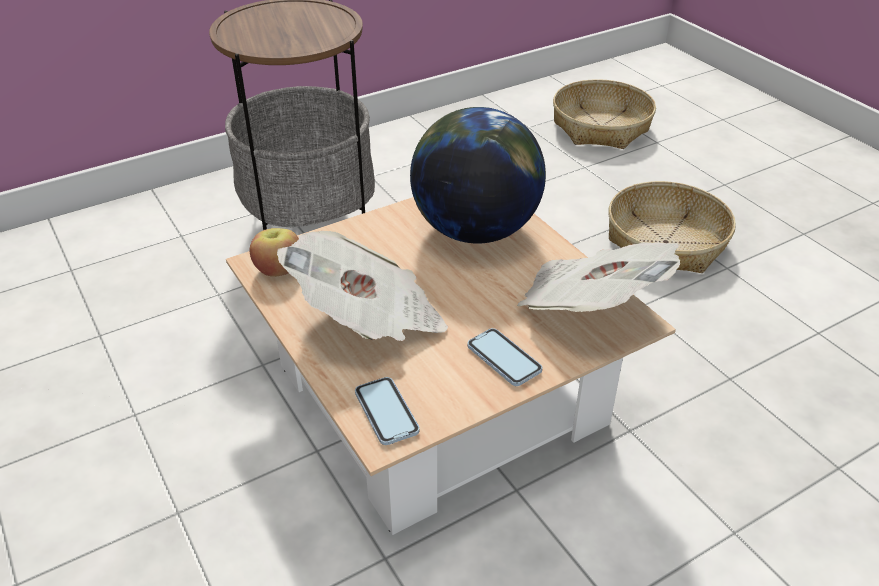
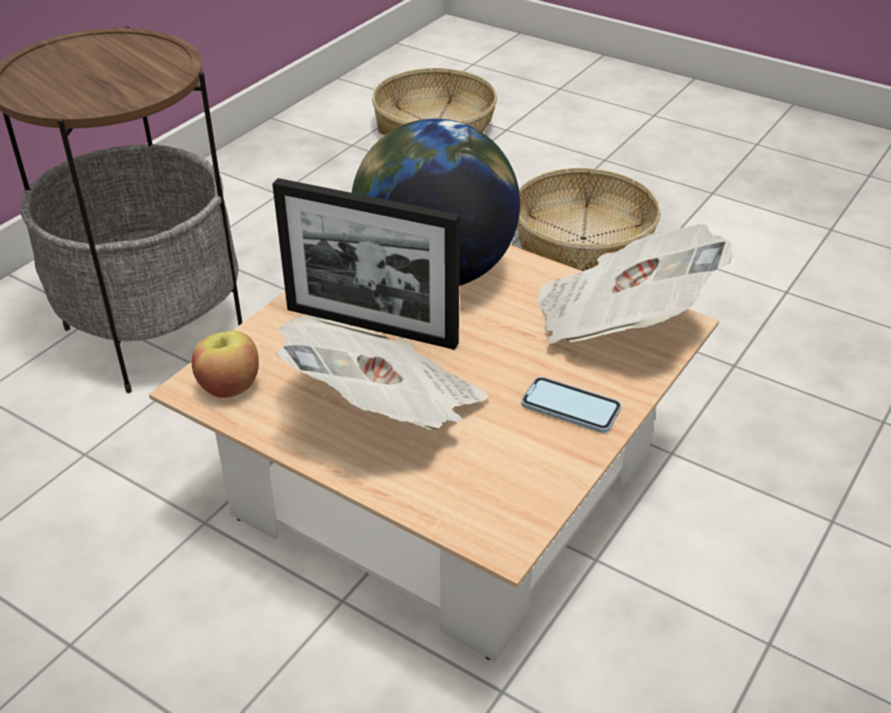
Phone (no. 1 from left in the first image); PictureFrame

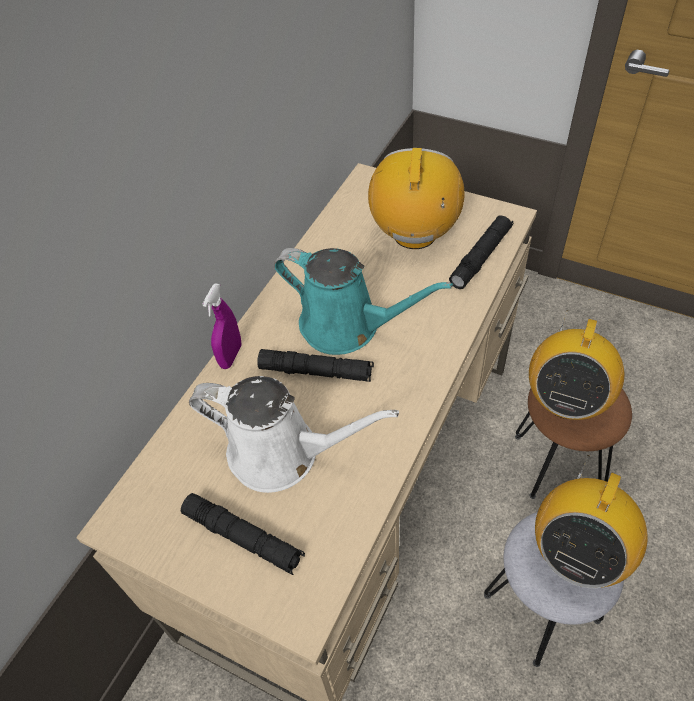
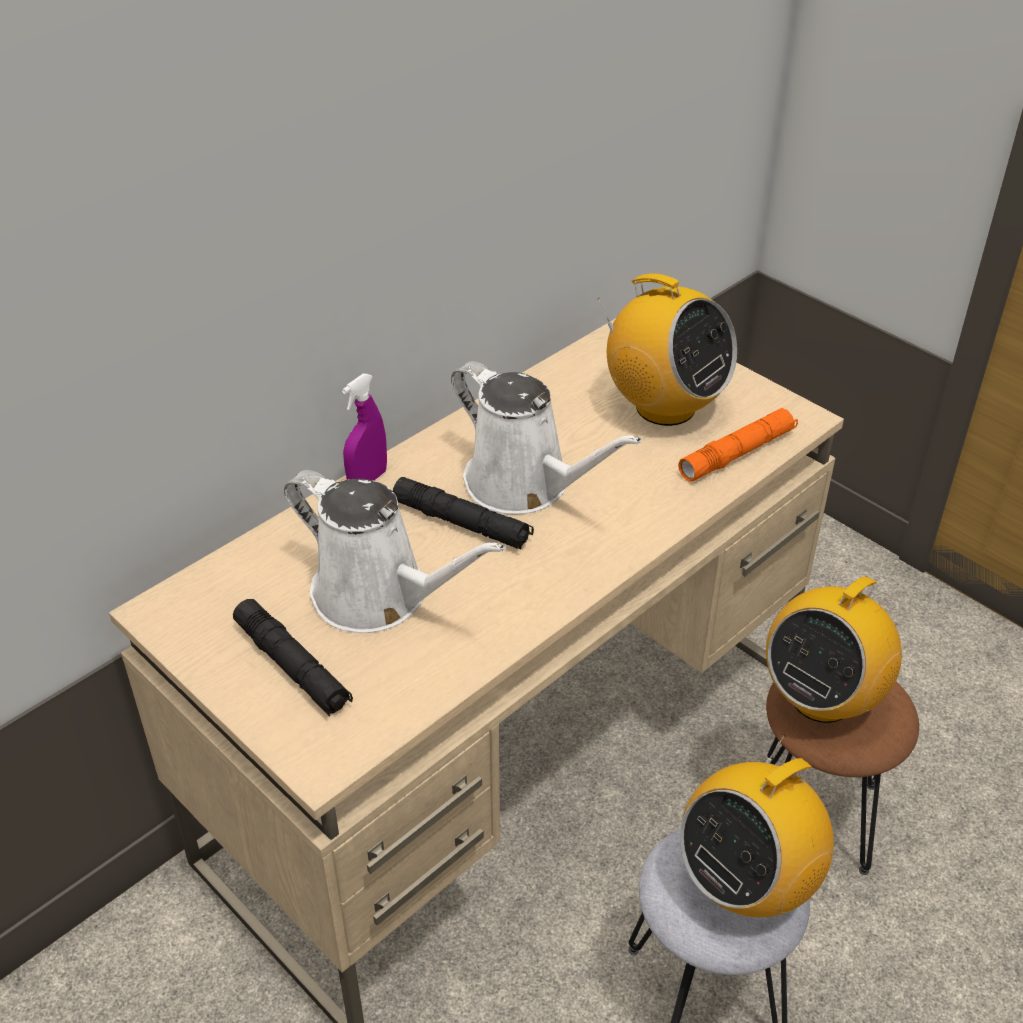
WhiteWateringCan (no. 2 from left); OrangeFlashlight; Radio (no. 1 from left)

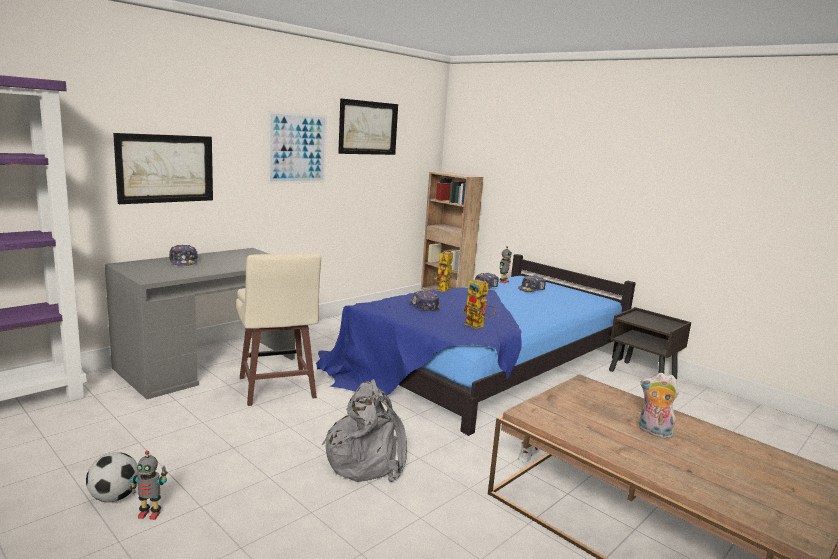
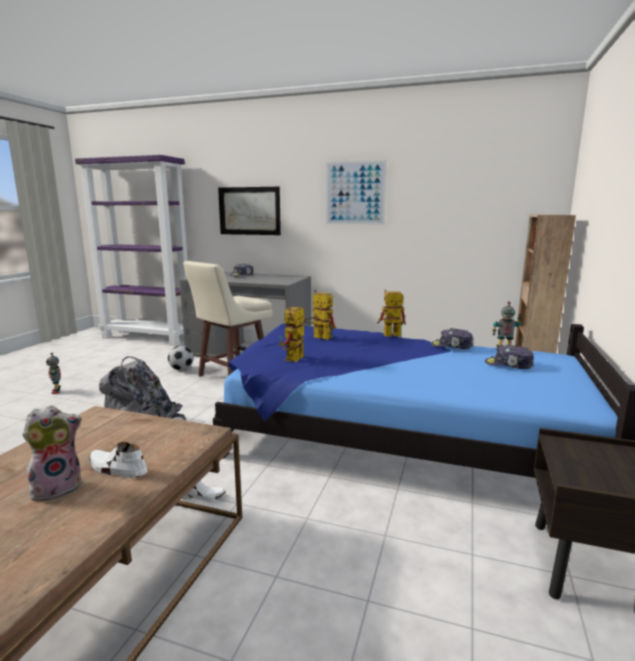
Picture (no. 3 from left in the first image); WhiteShoe (no. 1 from left); Football; ToyRobot (no. 3 from left); PlushToy

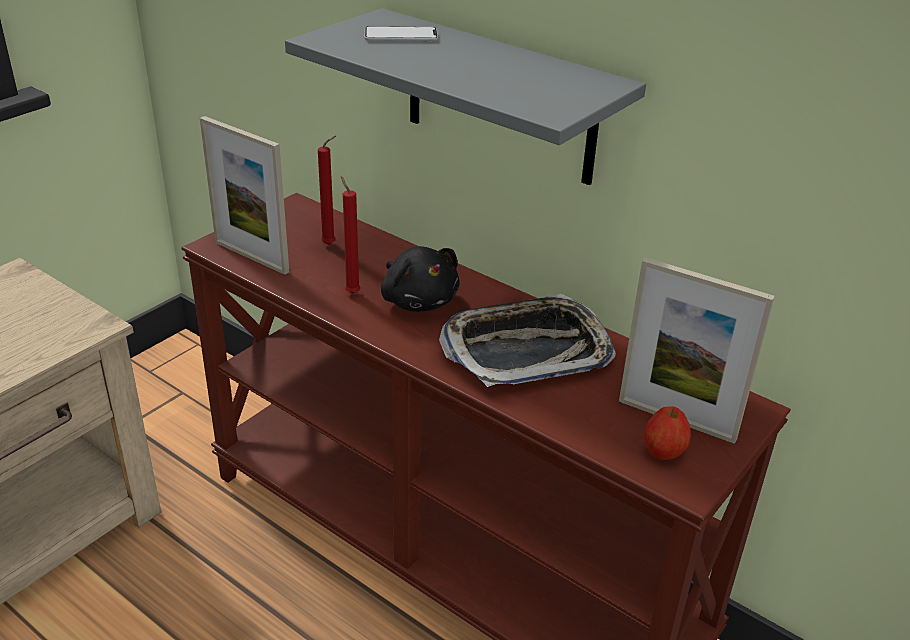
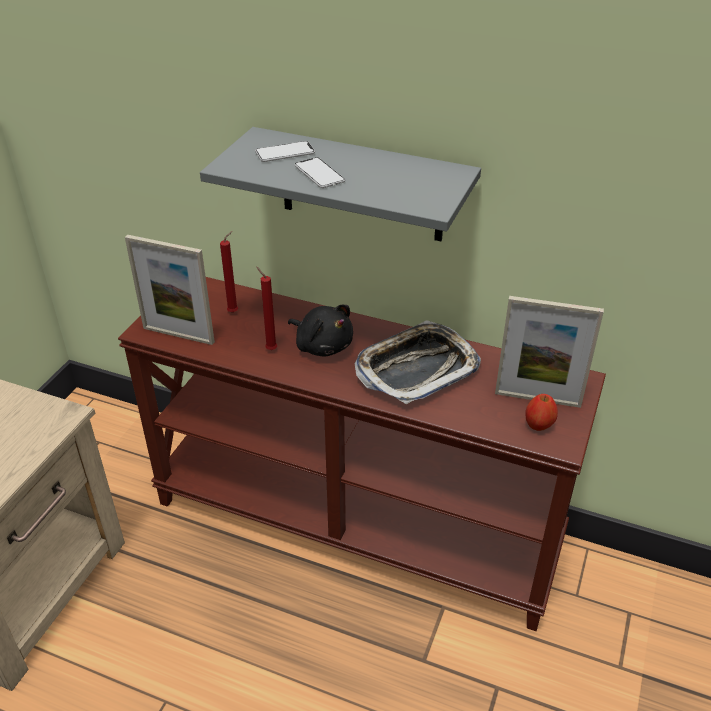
Phone (no. 2 from left)

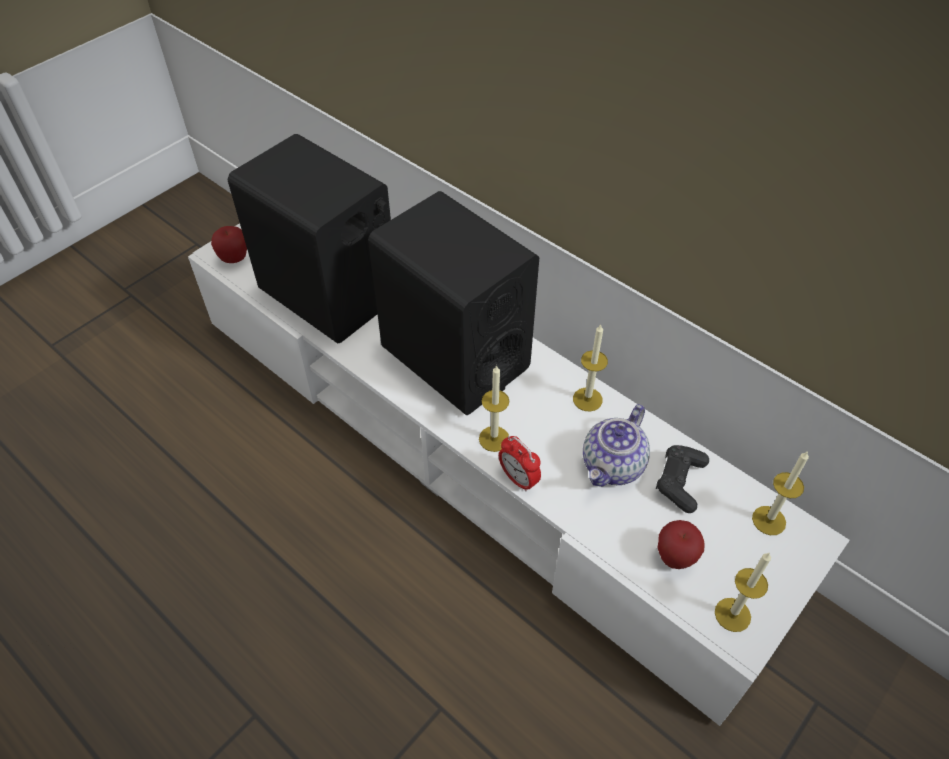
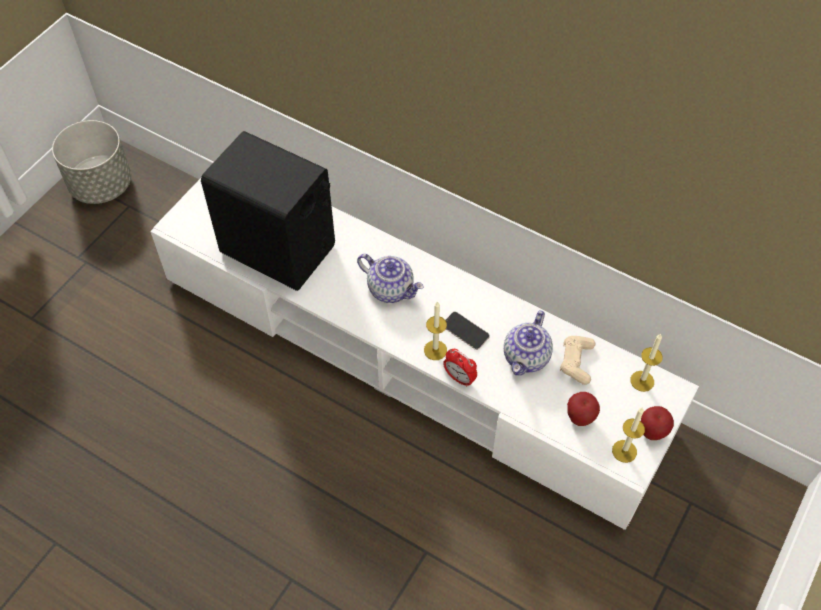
Candle (no. 2 from left in the first image); GreyPlanter; Phone; Apple (no. 2 from left); Teapot (no. 1 from left); BeigeGameController

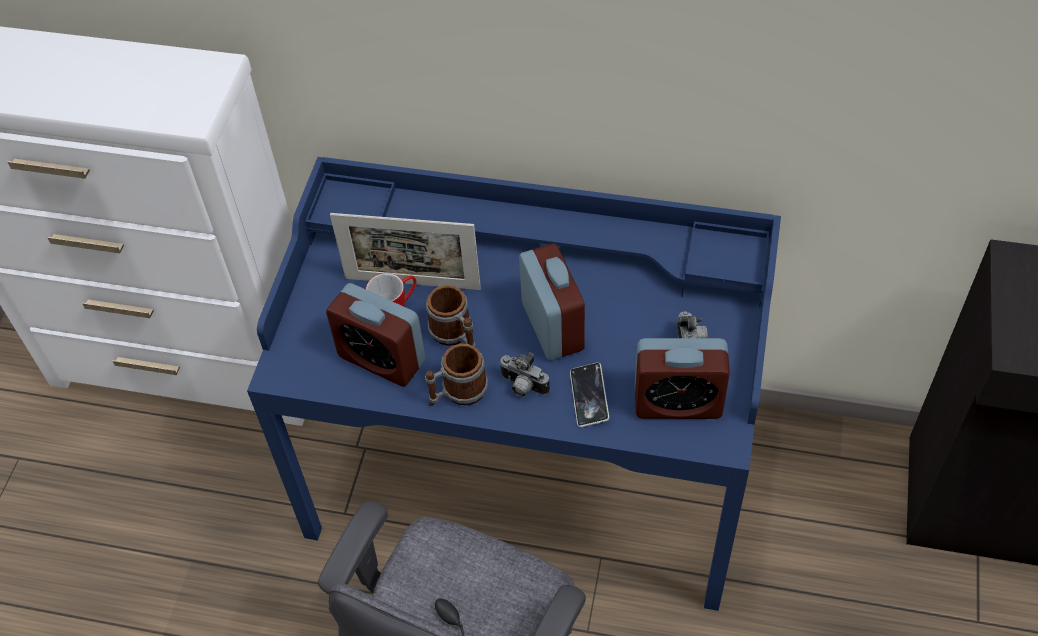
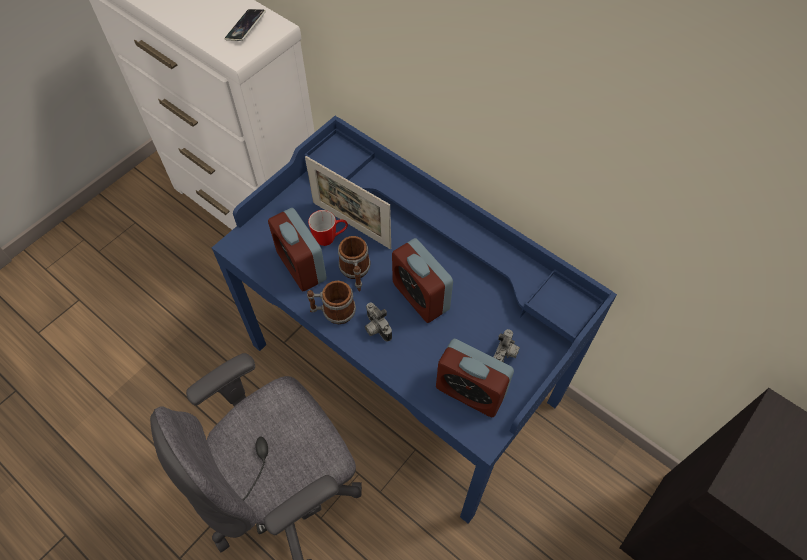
Phone; AlarmClock (no. 2 from left)

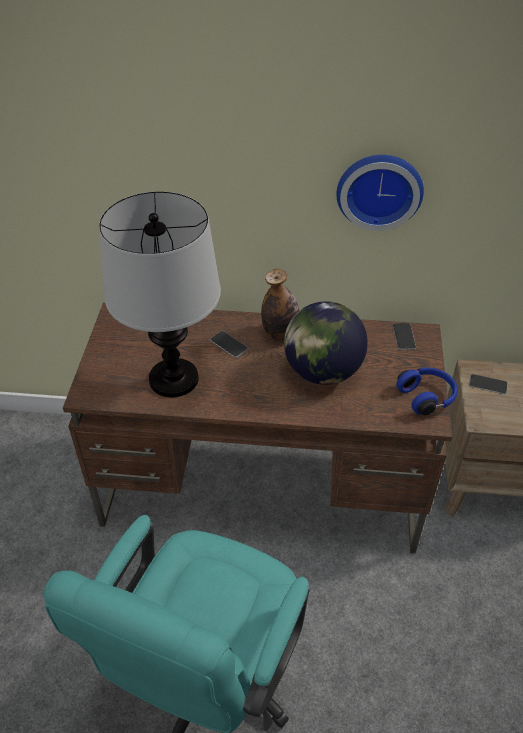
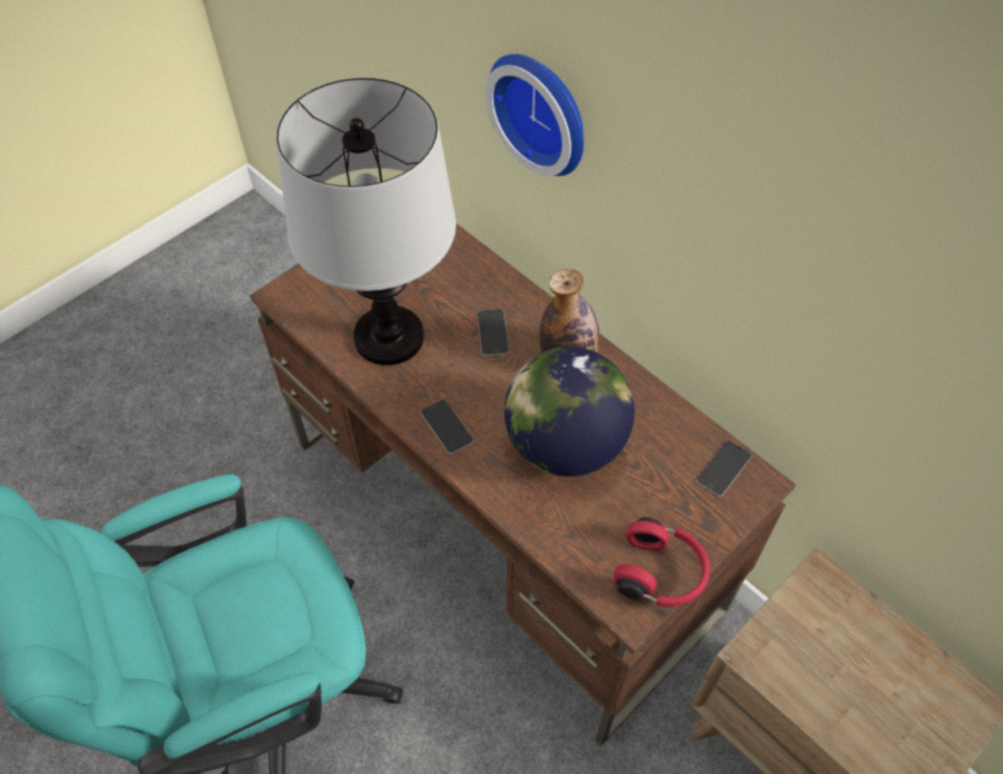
WallClock; Phone (no. 1 from left); RedHeadphones

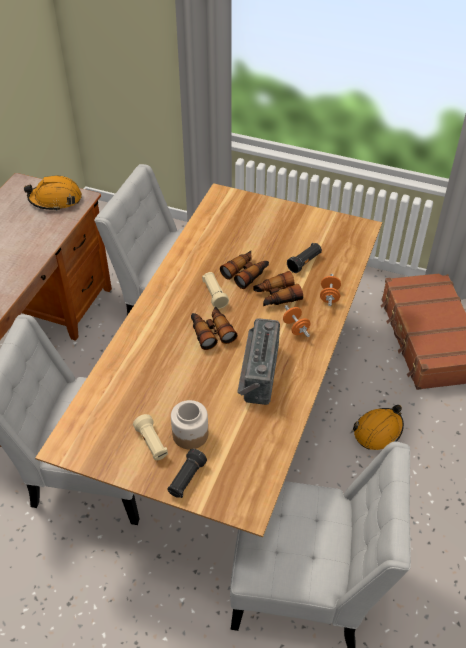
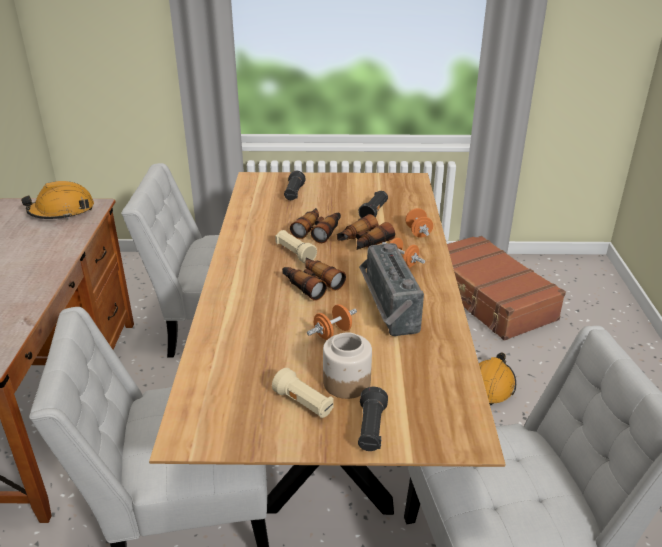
BlackFlashlight (no. 1 from left); OrangeDumbbell (no. 1 from left)

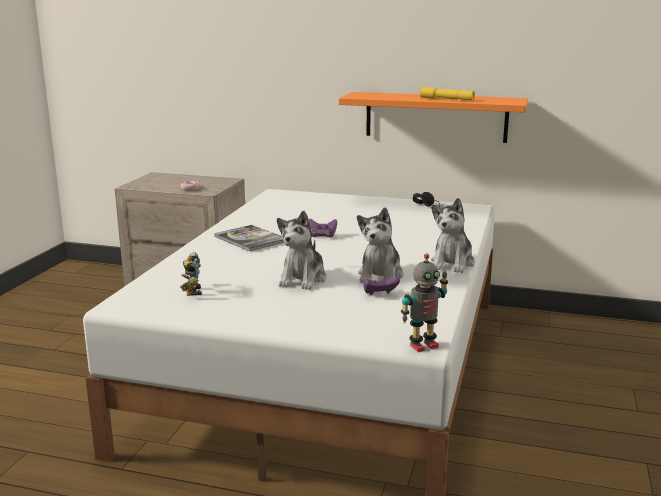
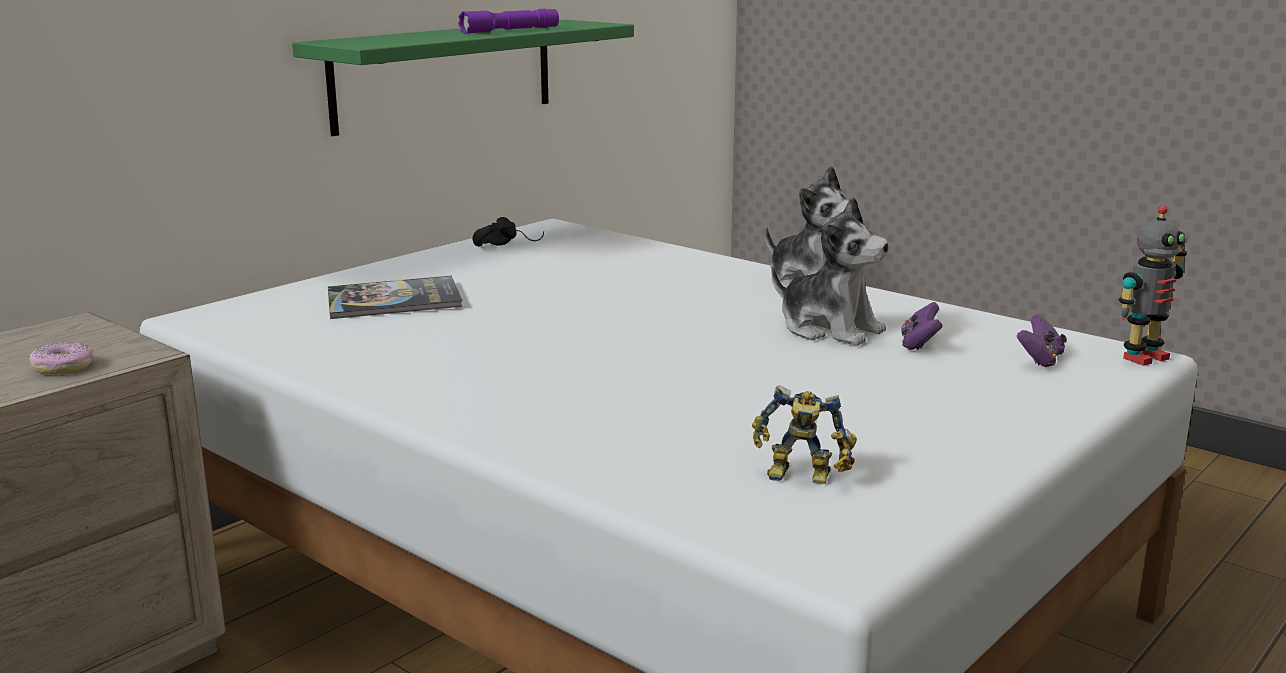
PlushToy (no. 1 from left in the first image); Book; PurpleGameController (no. 2 from left); GreenShelf; PurpleFlashlight; ToyRobot (no. 2 from left)

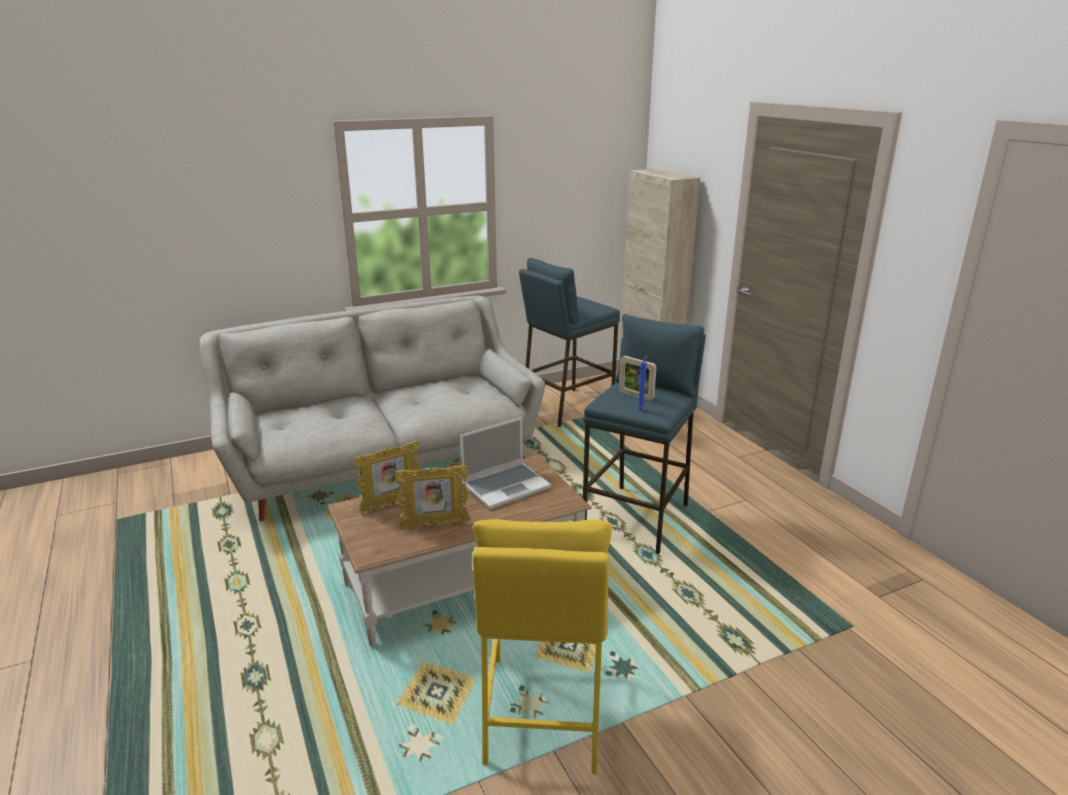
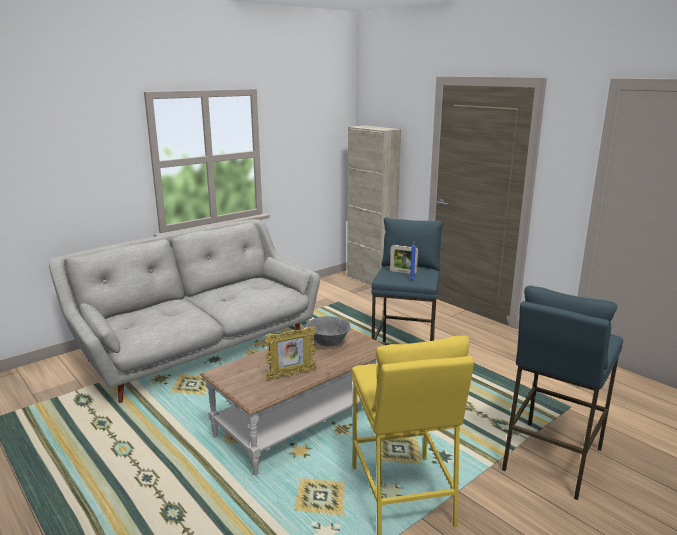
PictureFrame (no. 1 from left in the first image); BlueStool (no. 2 from left); GreyBowl

